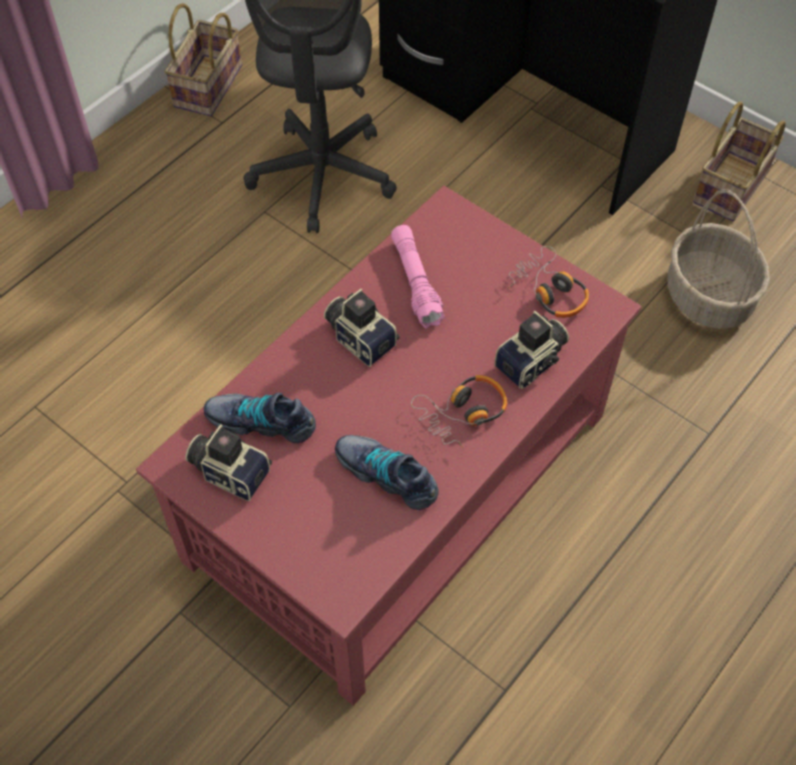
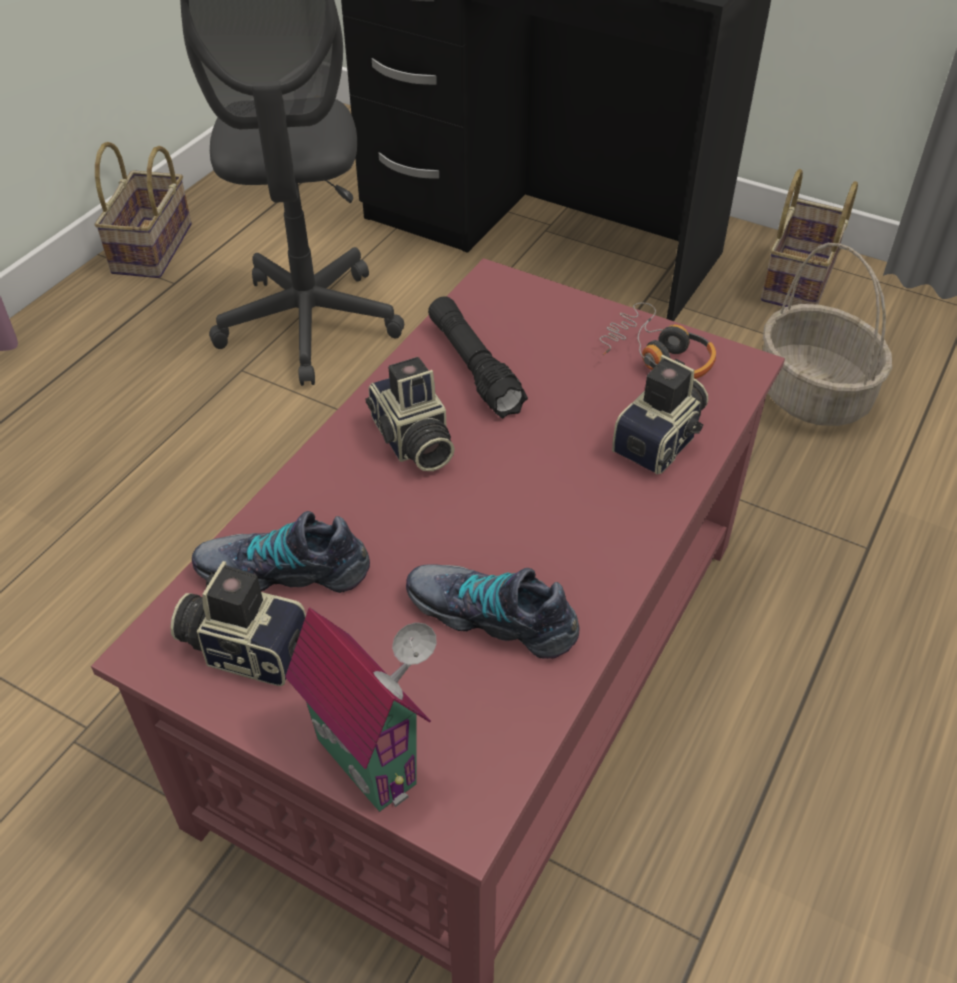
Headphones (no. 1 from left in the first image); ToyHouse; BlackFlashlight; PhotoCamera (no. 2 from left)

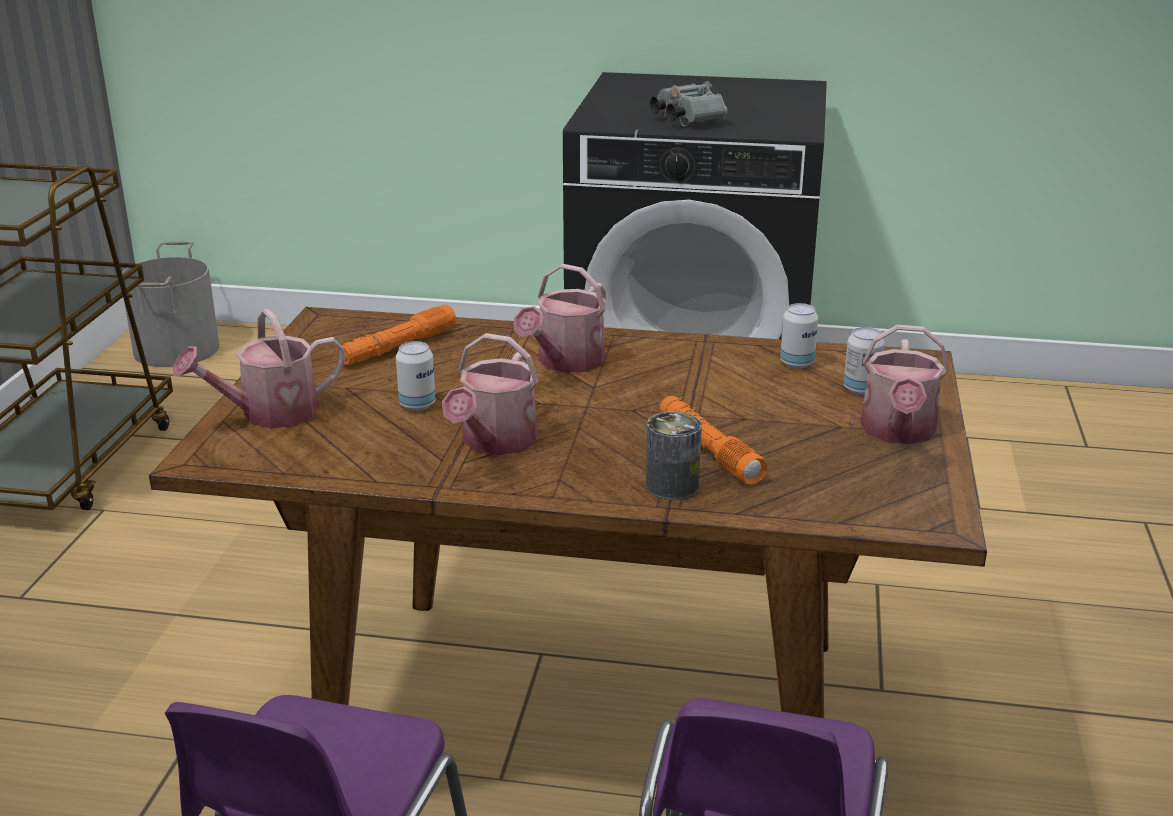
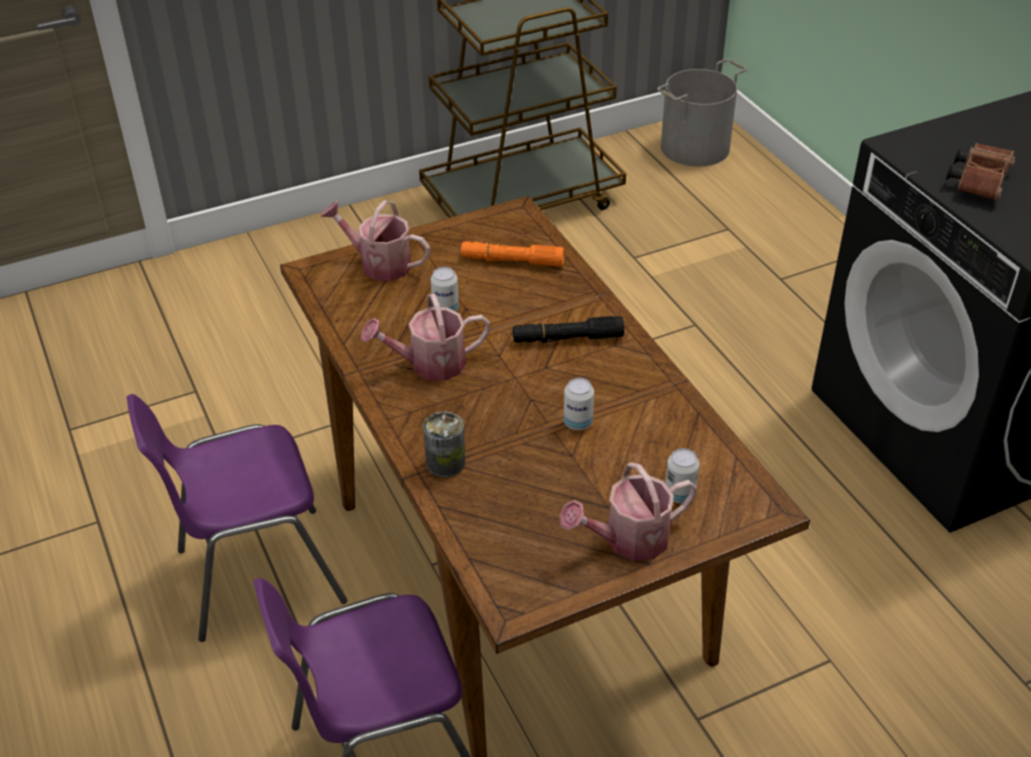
OrangeFlashlight (no. 2 from left in the first image); Can (no. 3 from left); BlackFlashlight; BrownBinoculars

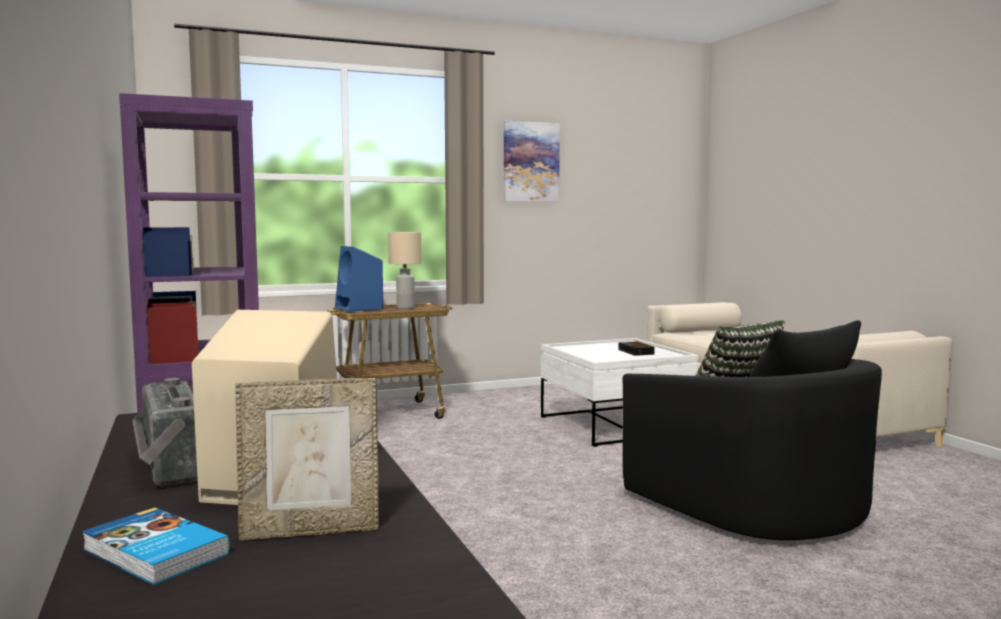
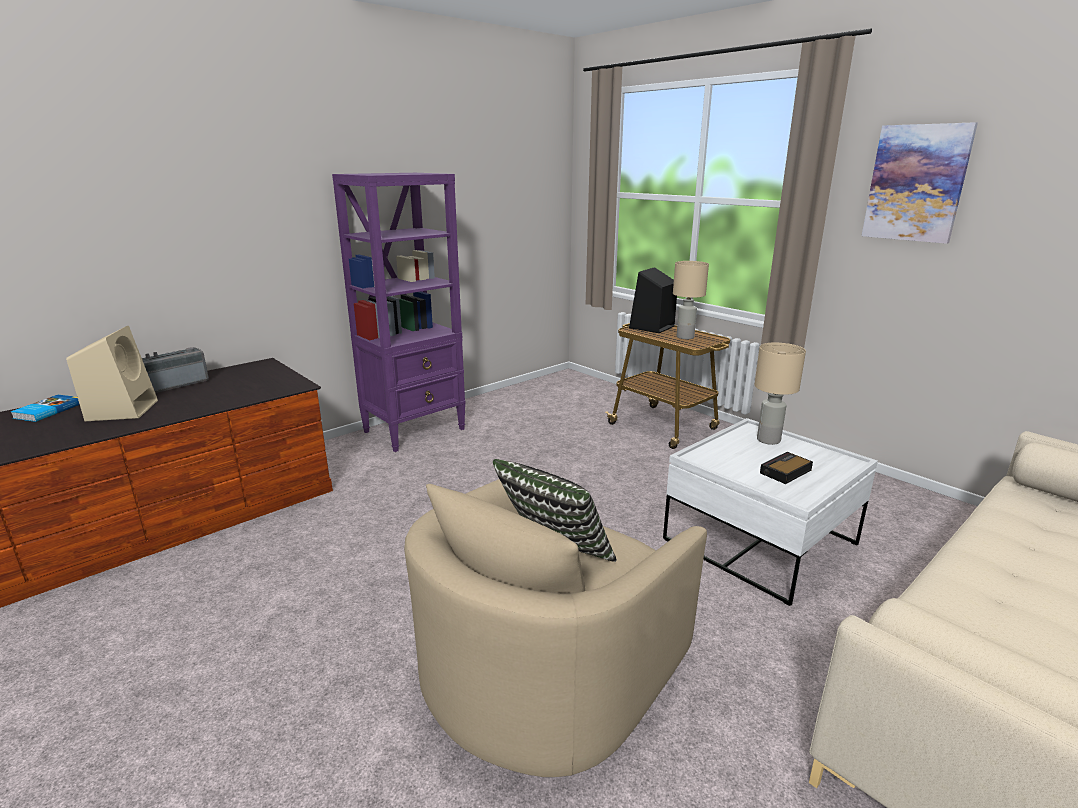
PictureFrame; BeigeTableLamp (no. 2 from left); BlackSpeaker; BeigeArmchair

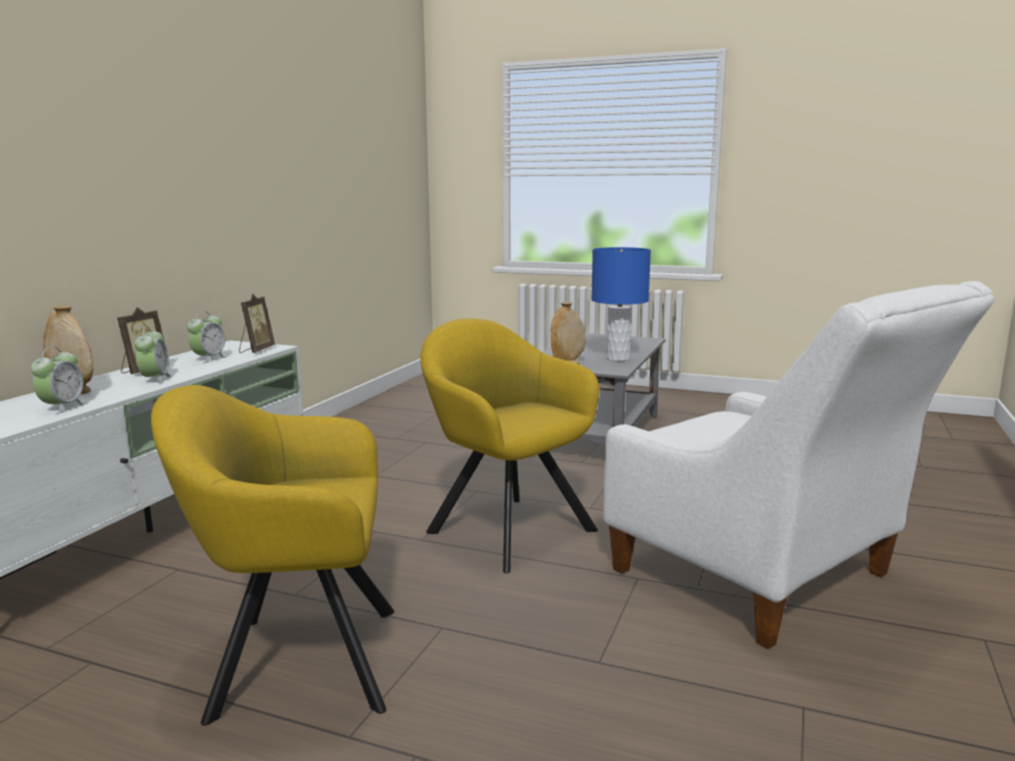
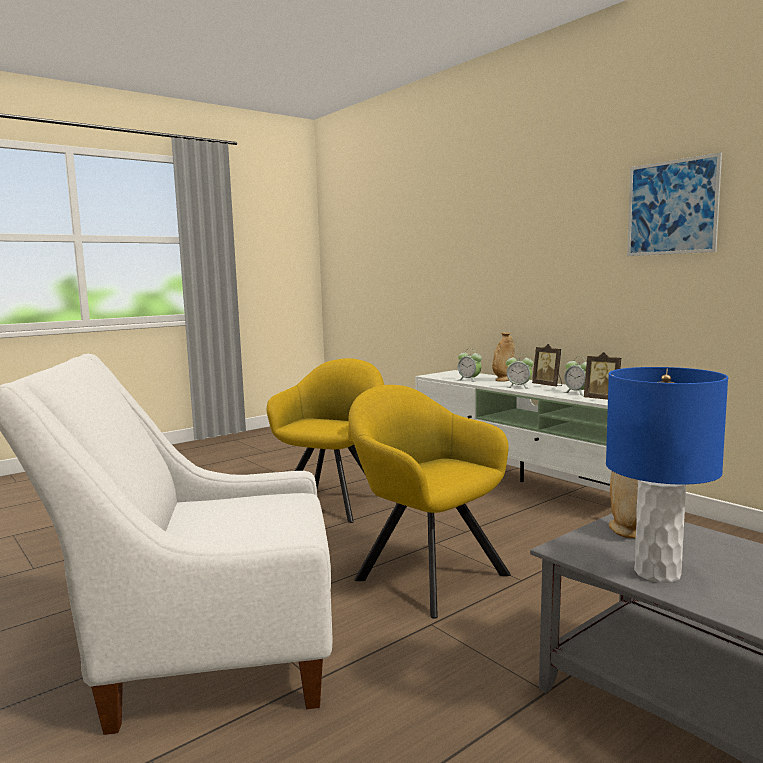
Picture; YellowArmchair (no. 2 from left)

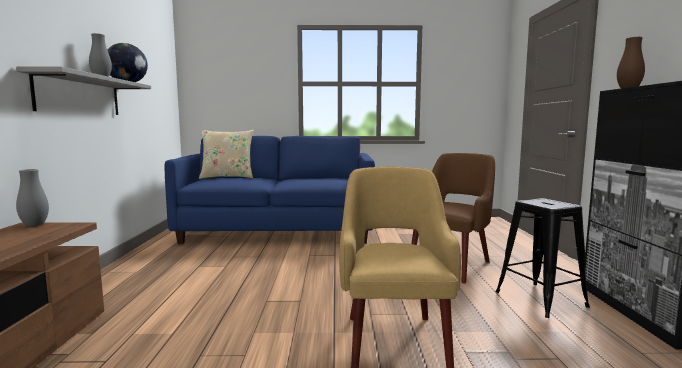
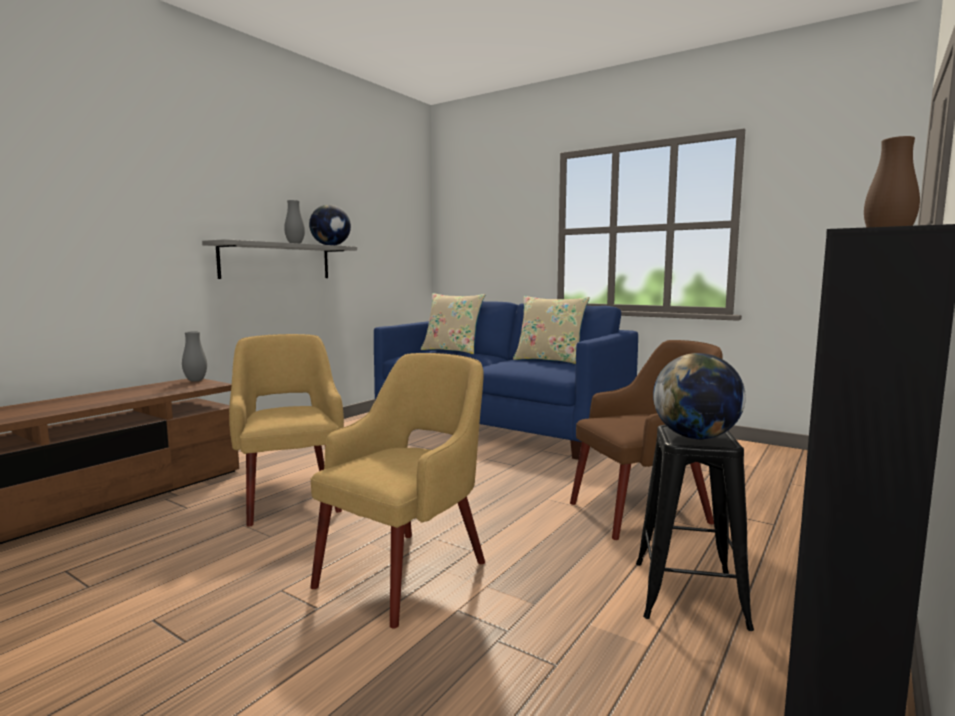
YellowArmchair (no. 1 from left); BeigePillow (no. 2 from left); Globe (no. 2 from left)

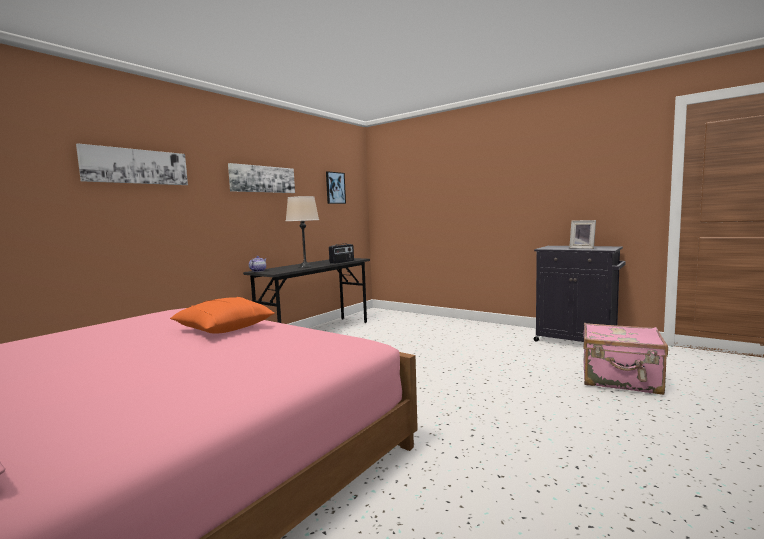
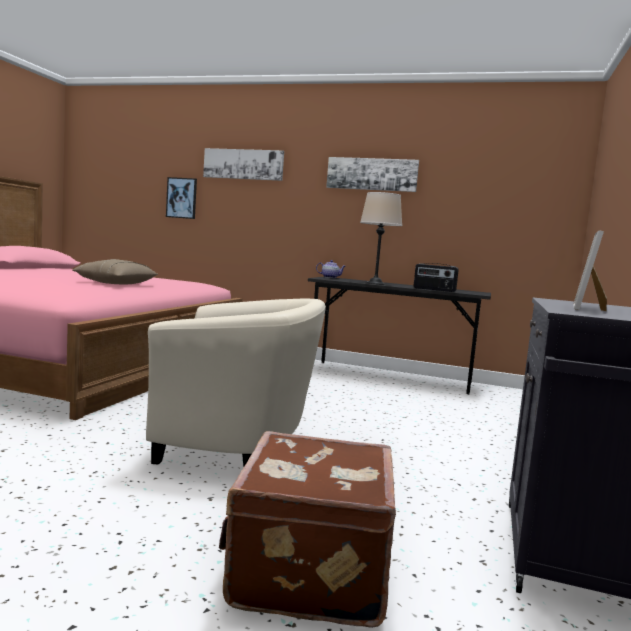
BeigeArmchair; Picture (no. 1 from left); BeigePillow; BrownSuitcase

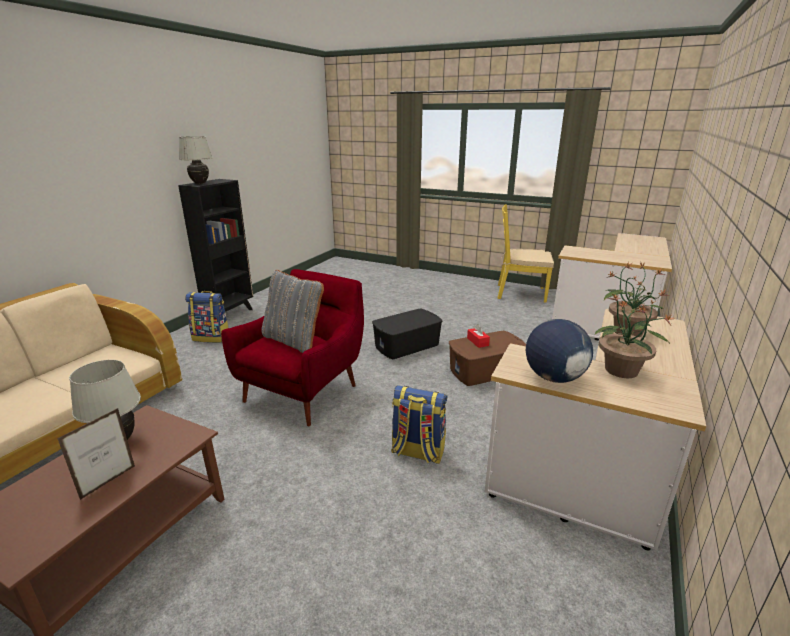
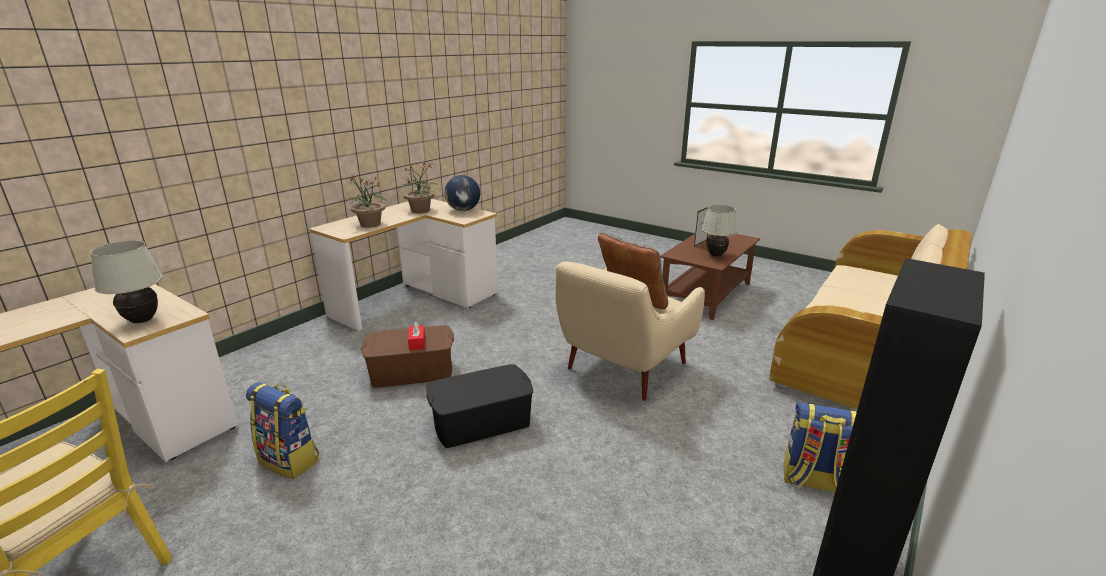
WhiteTableLamp (no. 1 from left); Backpack (no. 1 from left); BeigeArmchair

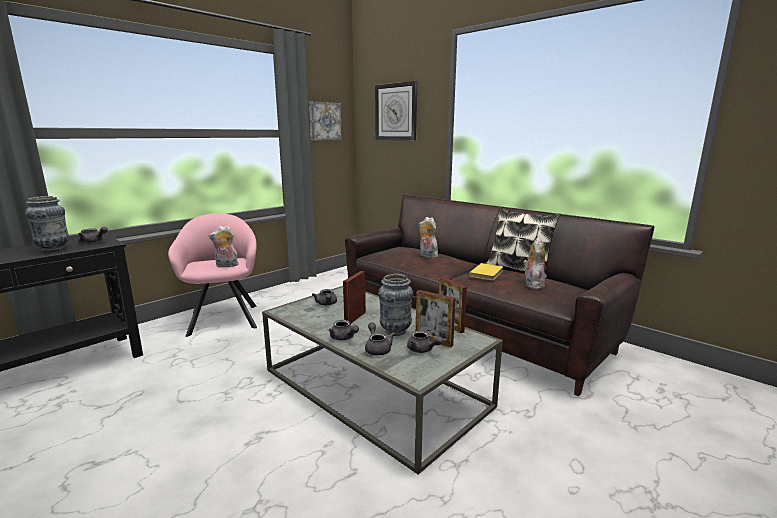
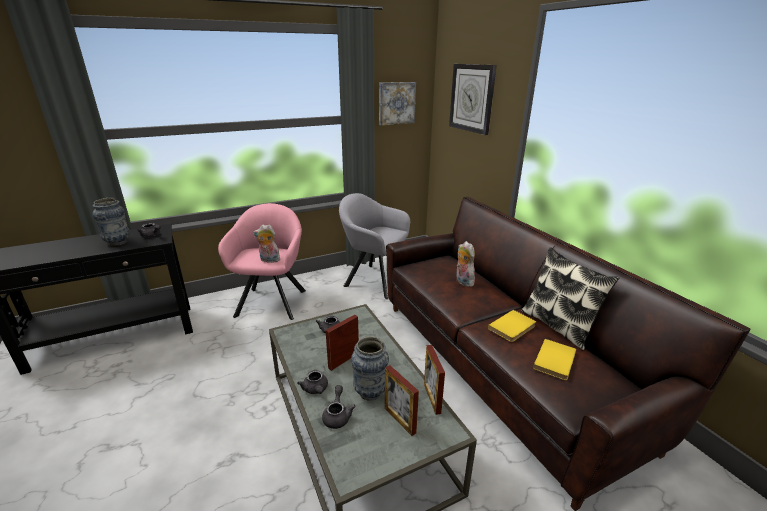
GreyTeapot (no. 5 from left in the first image); GreyArmchair; YellowBook (no. 2 from left)

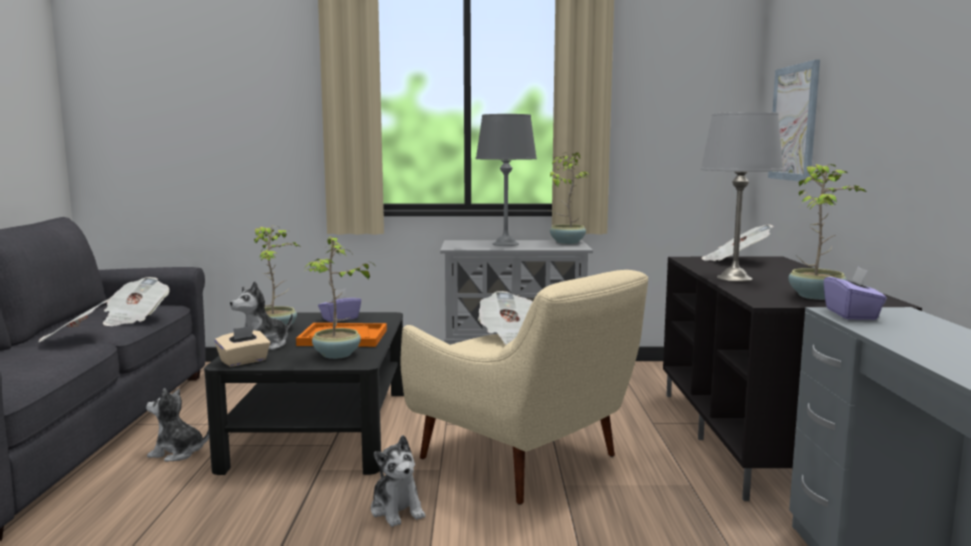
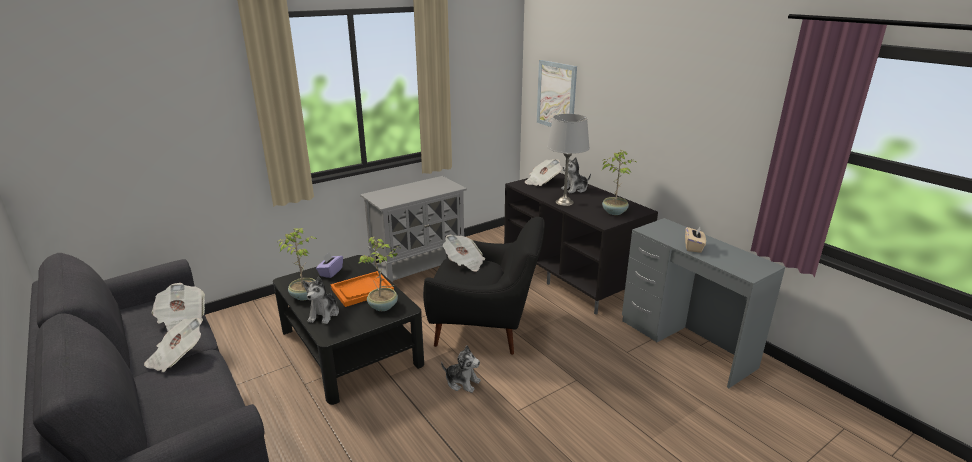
GreyTableLamp (no. 1 from left in the first image); PottedPlant (no. 3 from left in the first image); PurpleTissueBox (no. 2 from left in the first image); PlushToy (no. 3 from left); BeigeTissueBox; BlackArmchair

